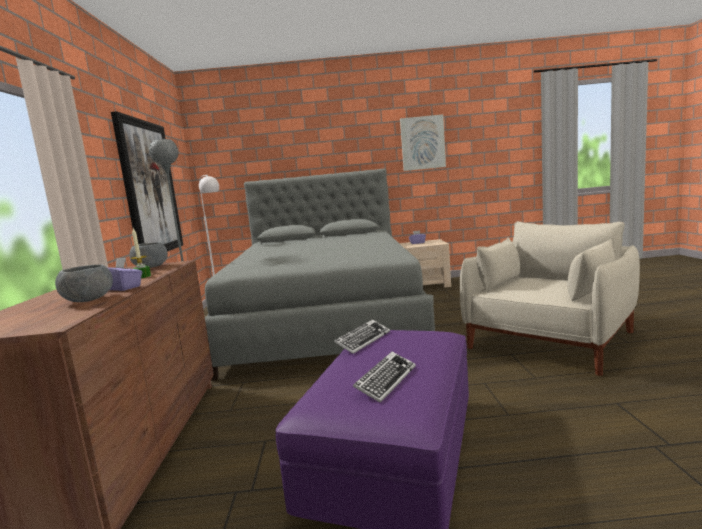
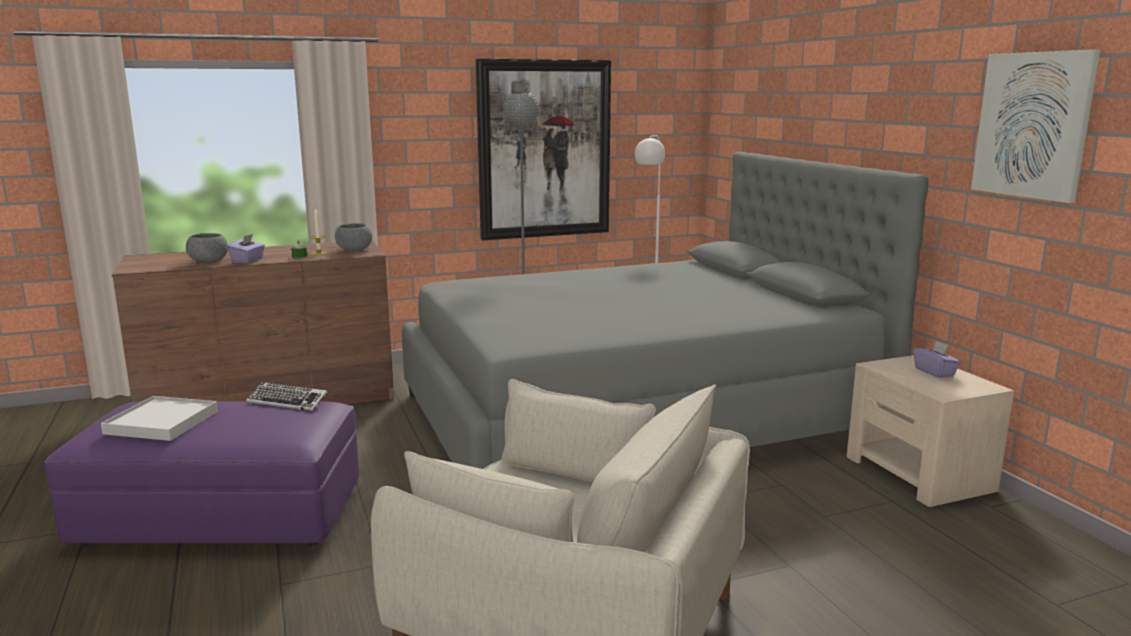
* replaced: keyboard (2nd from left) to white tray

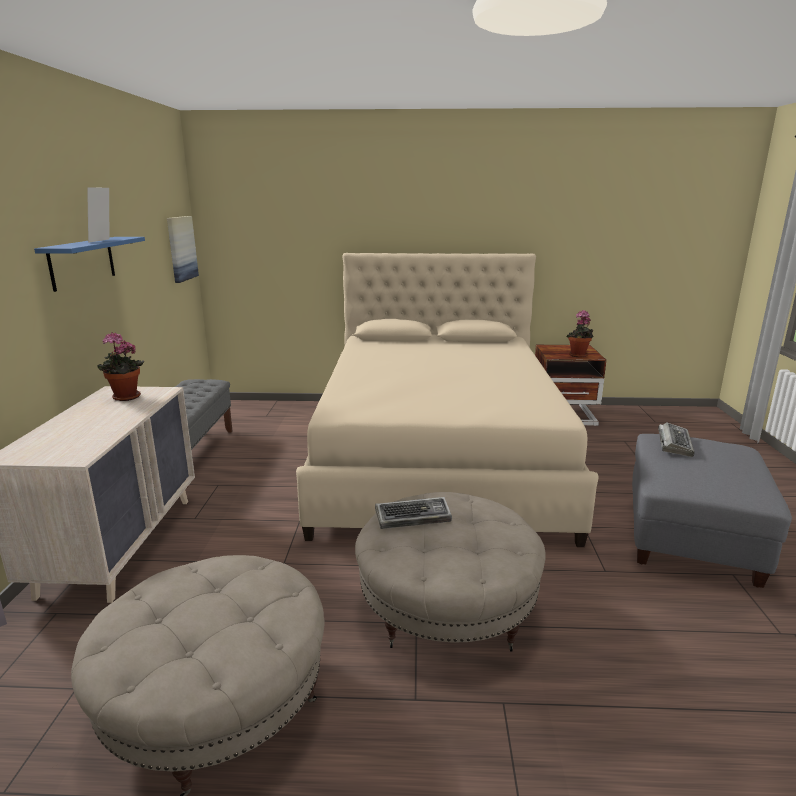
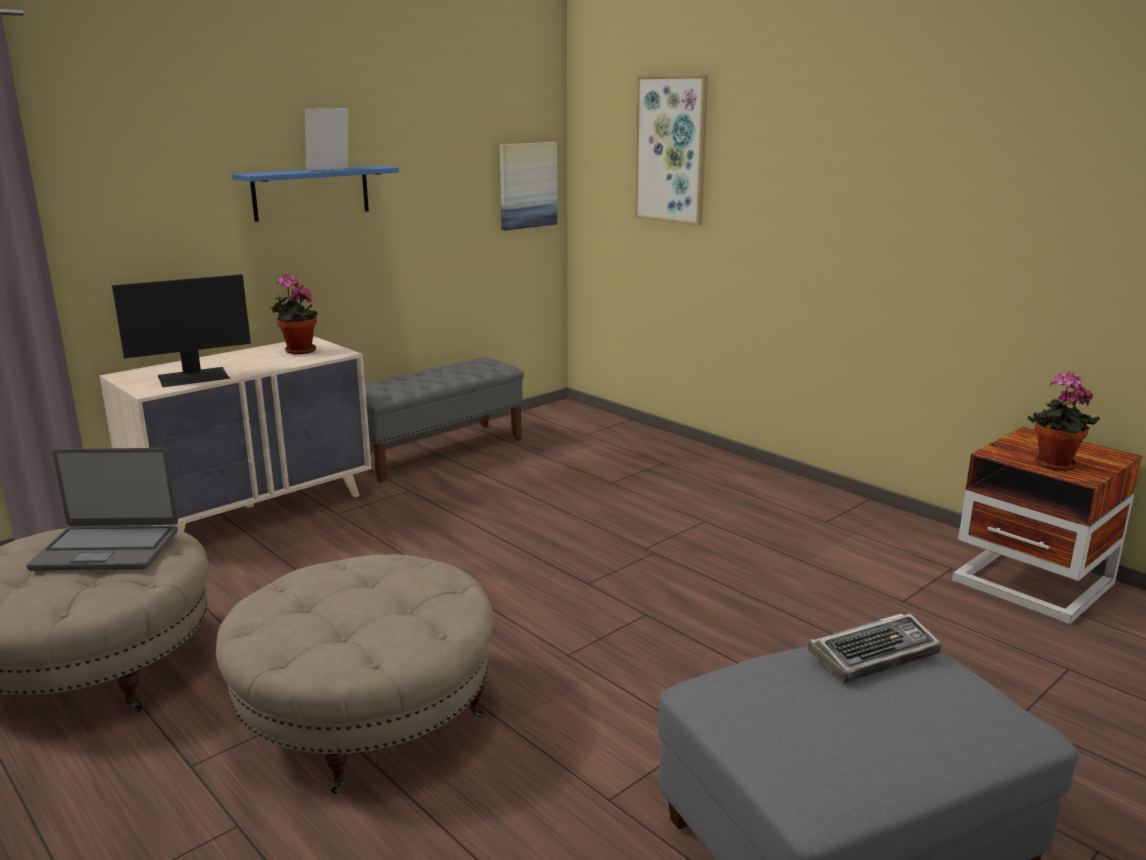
* removed: beige bed
* removed: keyboard (1st from left)
* added: laptop
* added: monitor
* added: picture (2nd from left)

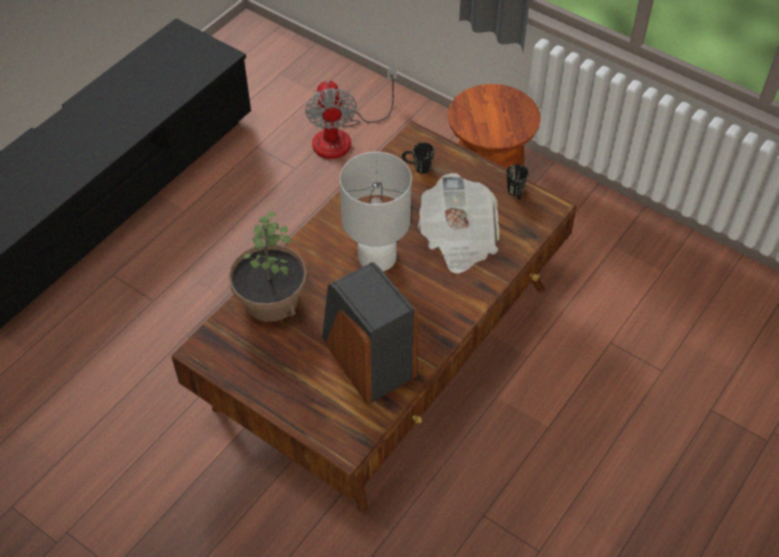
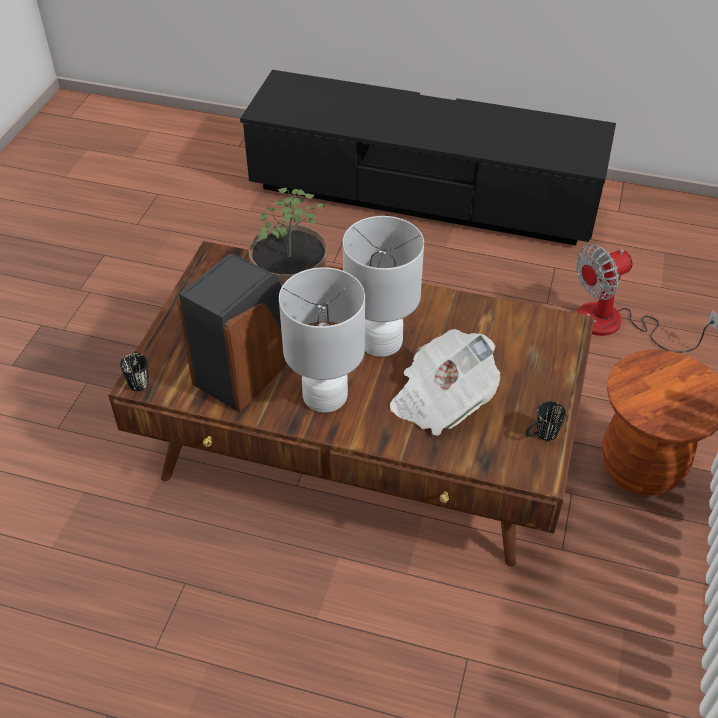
* moved: black mug (1st from left)
* added: grey table lamp (1st from left)

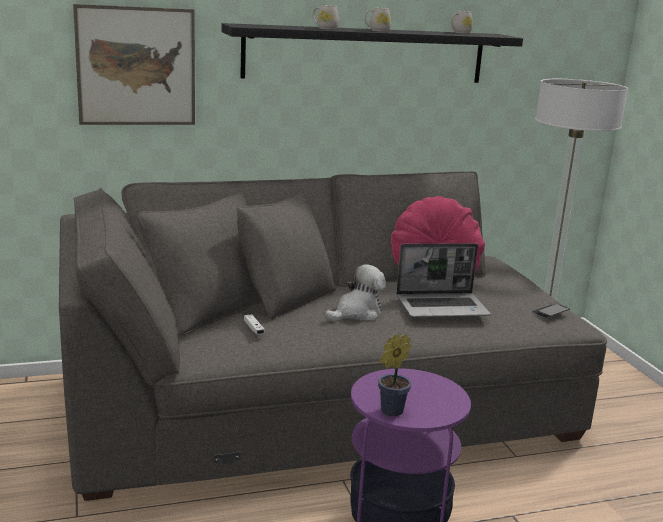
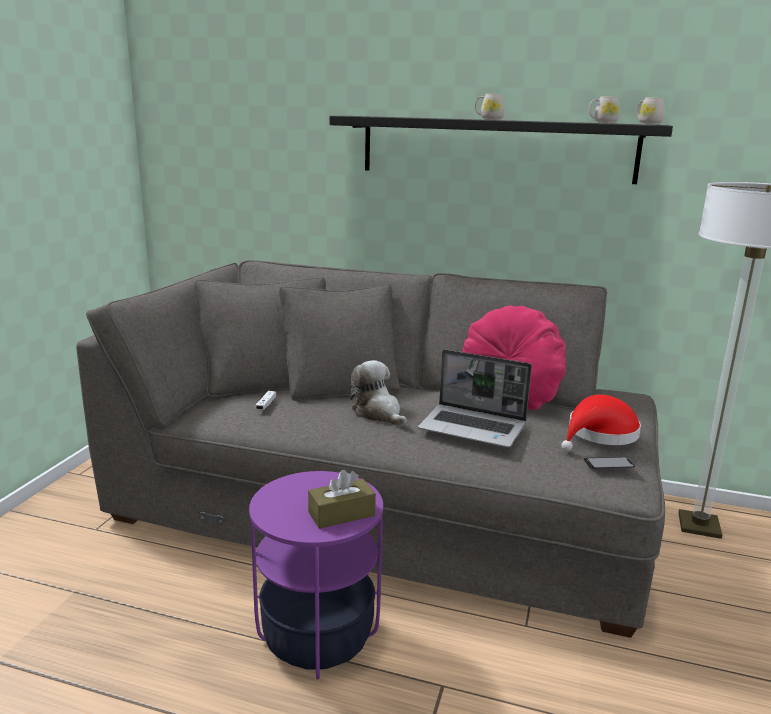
* removed: picture
* moved: white mug (1st from left in the first image) to white mug (3rd from left)
* turned: plush toy 120 degrees counterclockwise
* removed: potted plant
* added: brown tissue box
* added: red hat

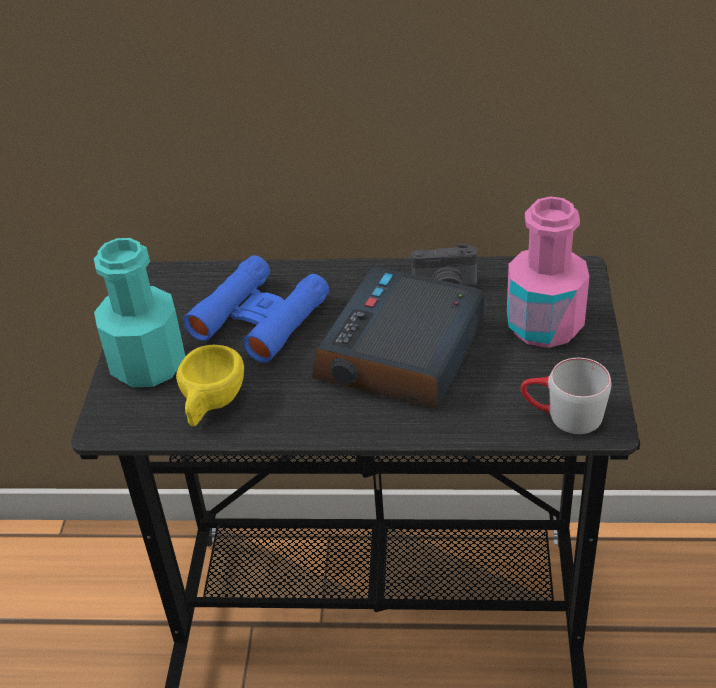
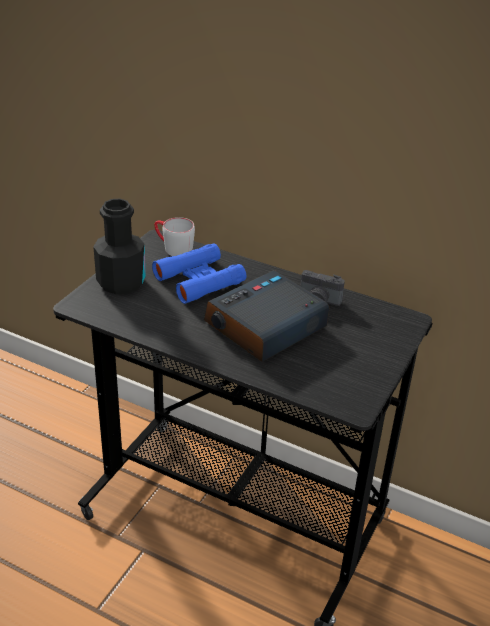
* recoloured: turquoise bottle to black bottle
* removed: yellow cup
* removed: pink bottle
* moved: grey mug

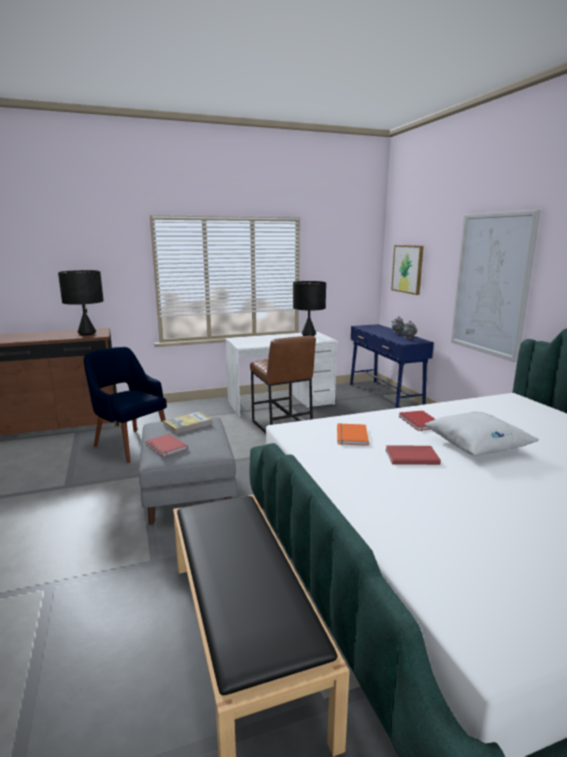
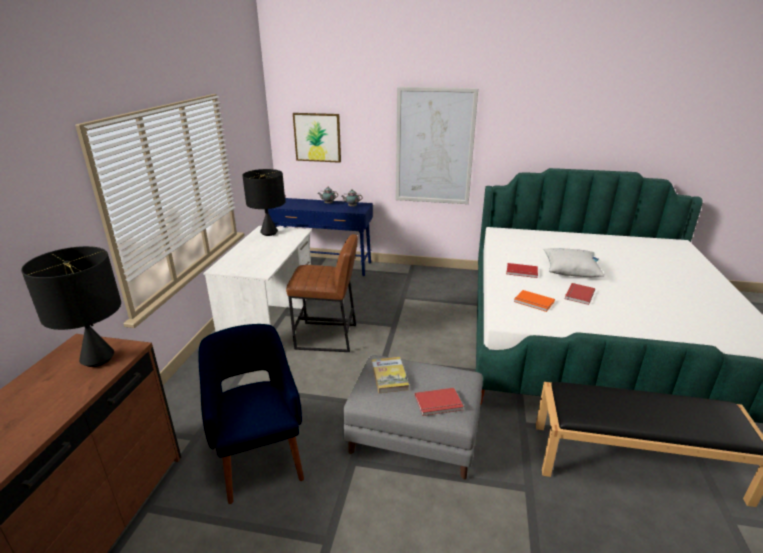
* turned: blue armchair 90 degrees clockwise

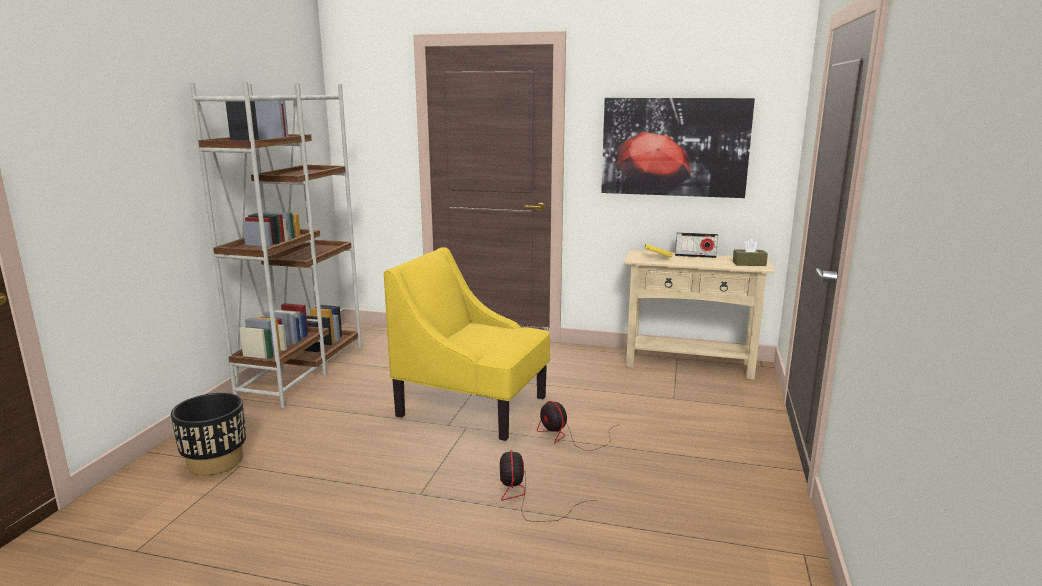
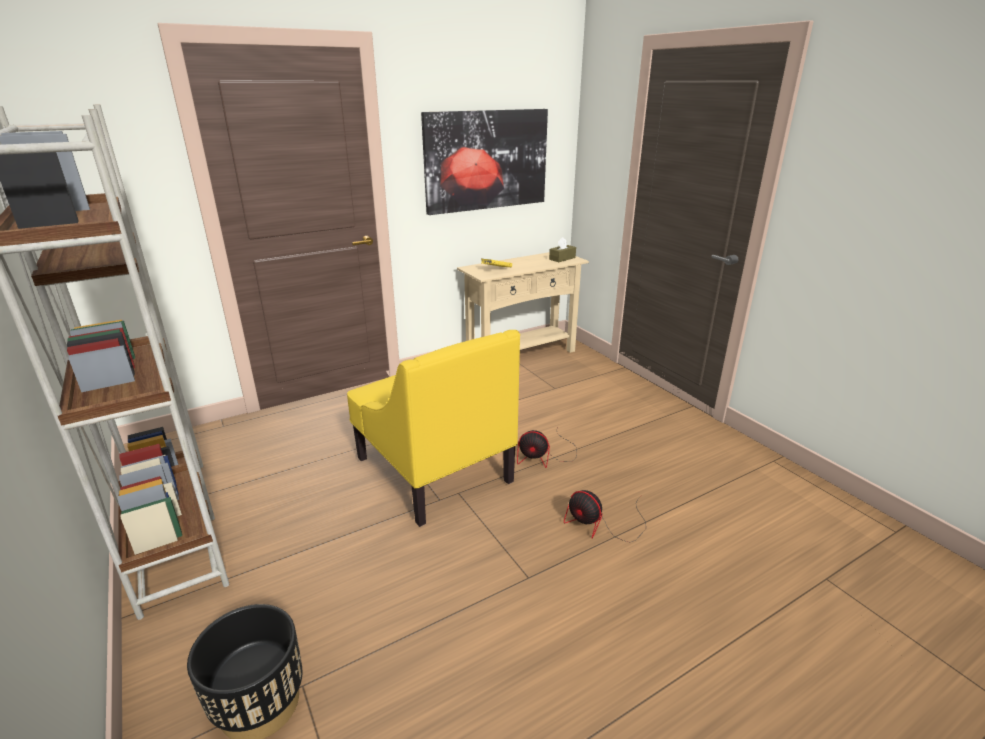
* turned: yellow armchair 105 degrees counterclockwise
* removed: radio

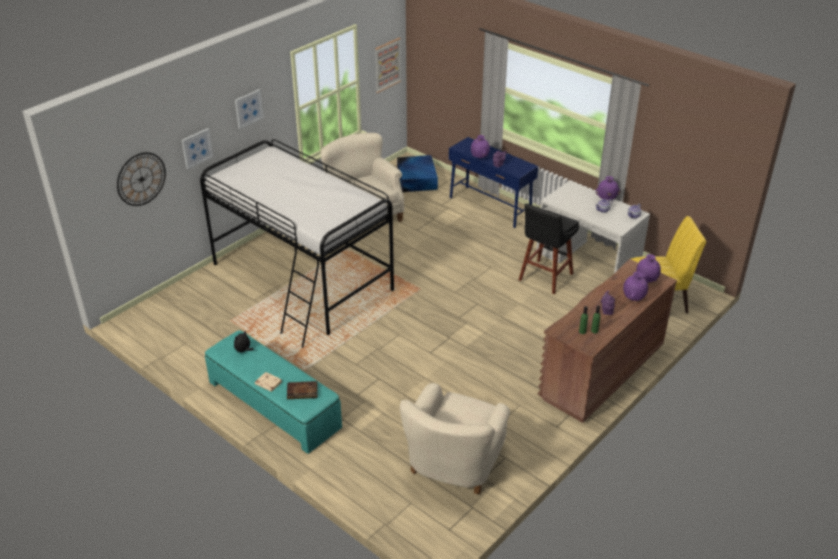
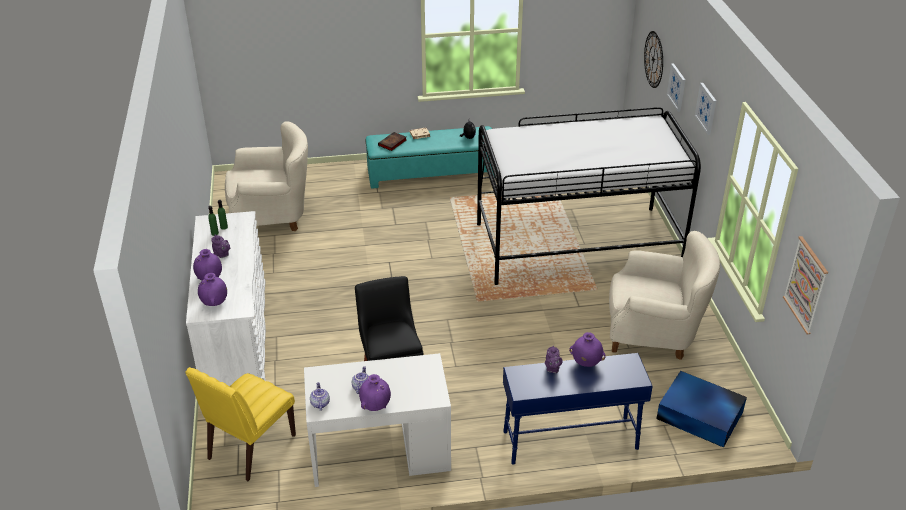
* turned: beige armchair (2nd from left in the first image) 105 degrees clockwise
* recoloured: brown dresser to white dresser

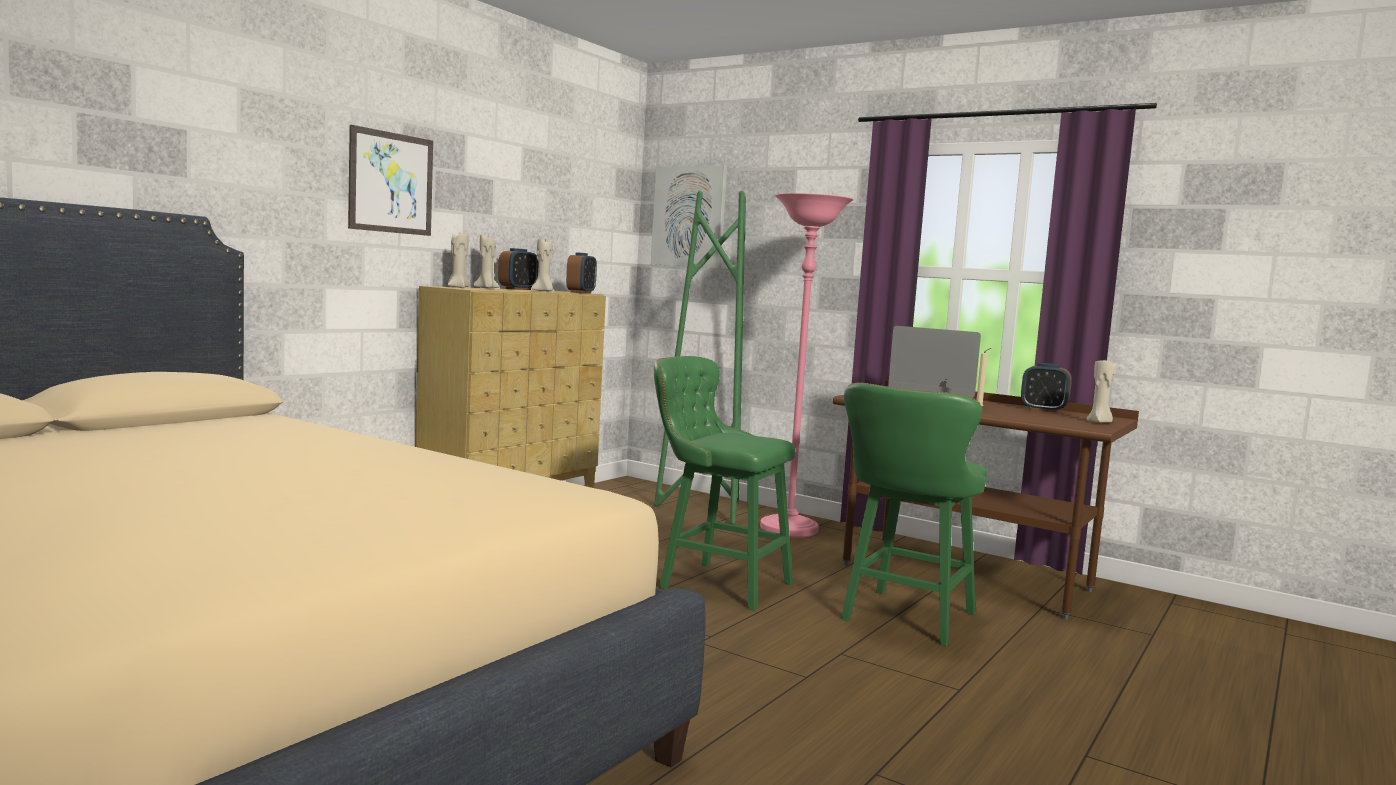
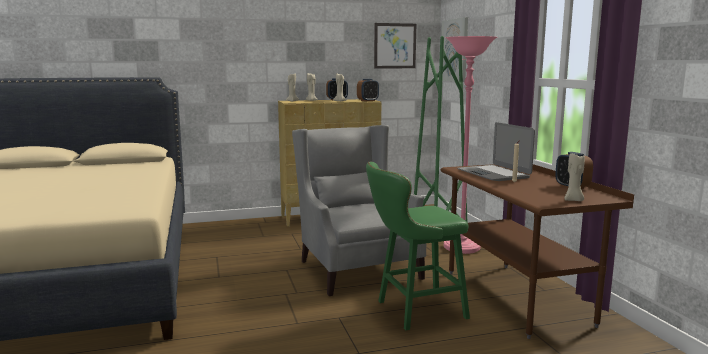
* moved: picture (1st from left)
* replaced: green stool (1st from left) to grey armchair

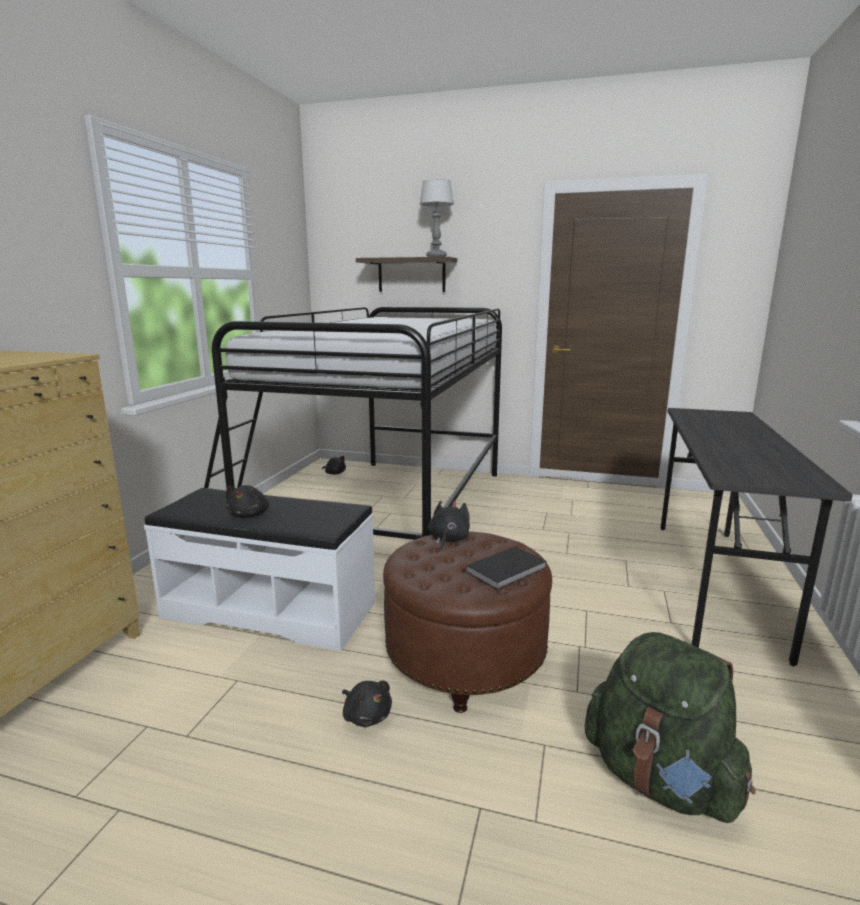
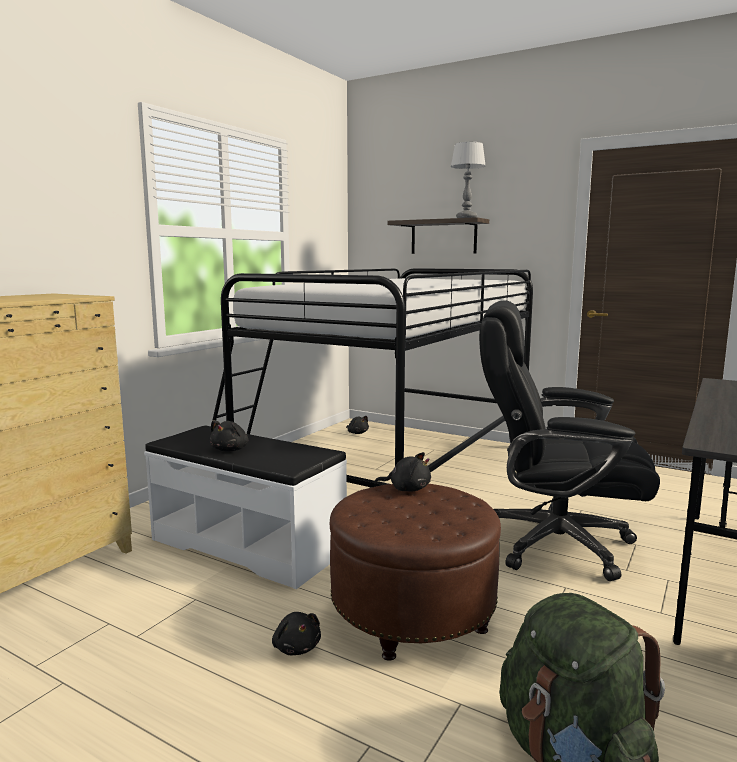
* turned: black plush toy (4th from left) 75 degrees clockwise
* removed: black book
* added: black office chair

